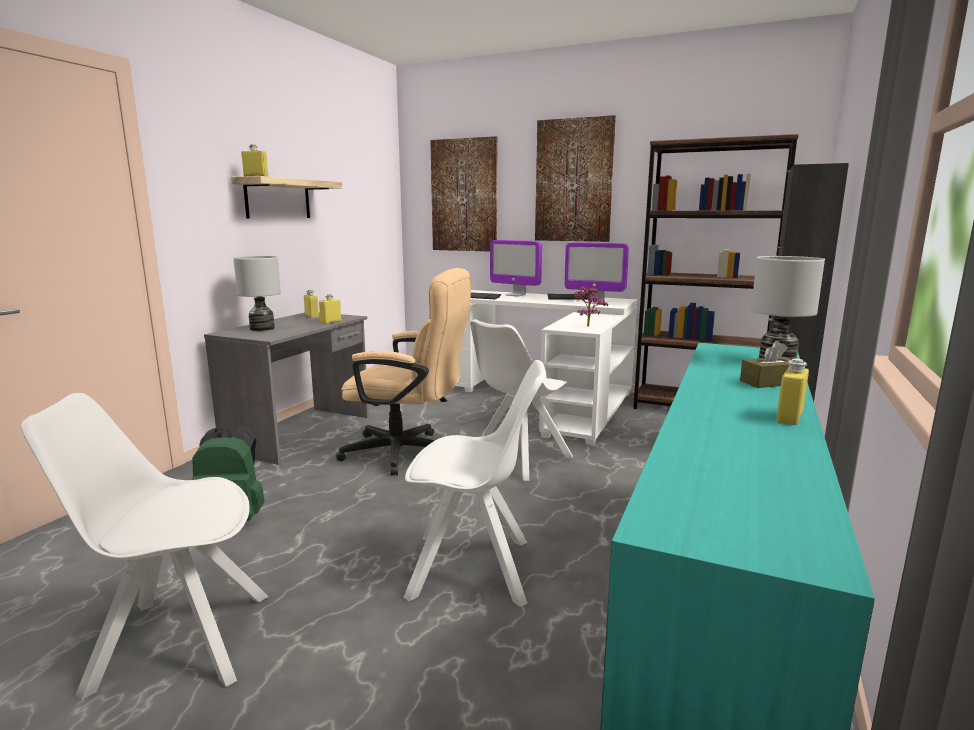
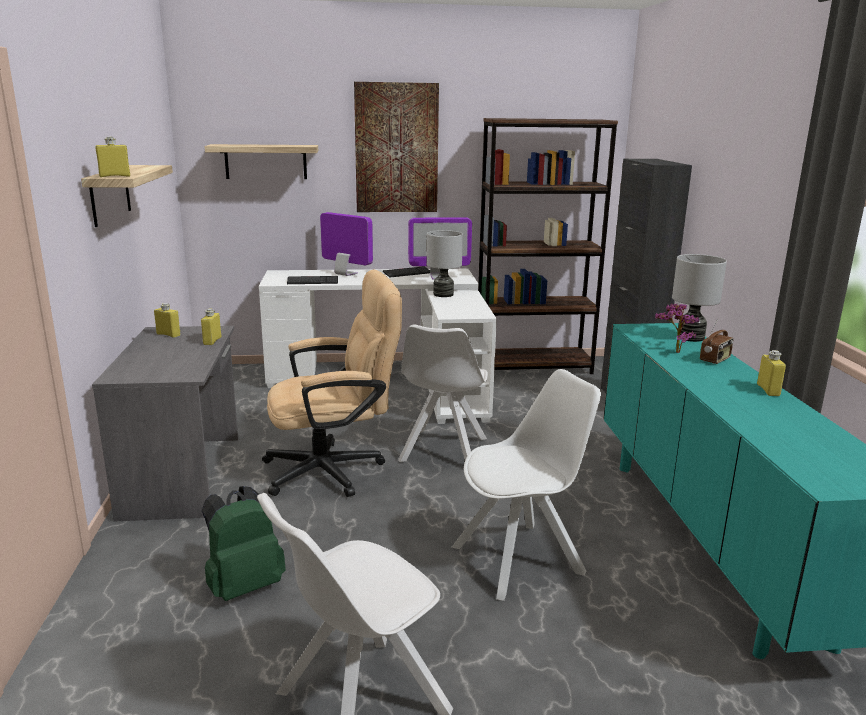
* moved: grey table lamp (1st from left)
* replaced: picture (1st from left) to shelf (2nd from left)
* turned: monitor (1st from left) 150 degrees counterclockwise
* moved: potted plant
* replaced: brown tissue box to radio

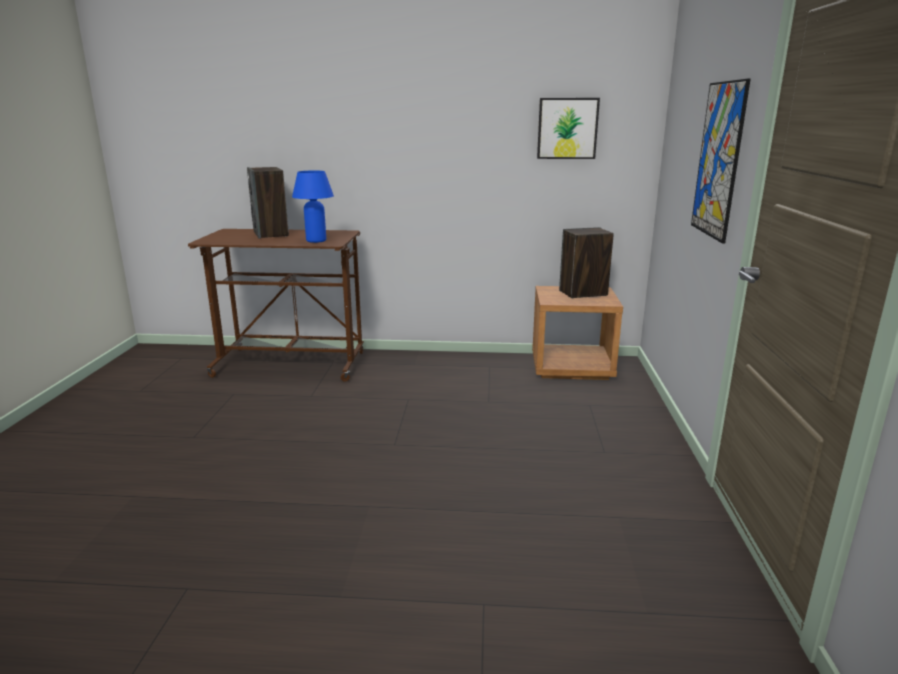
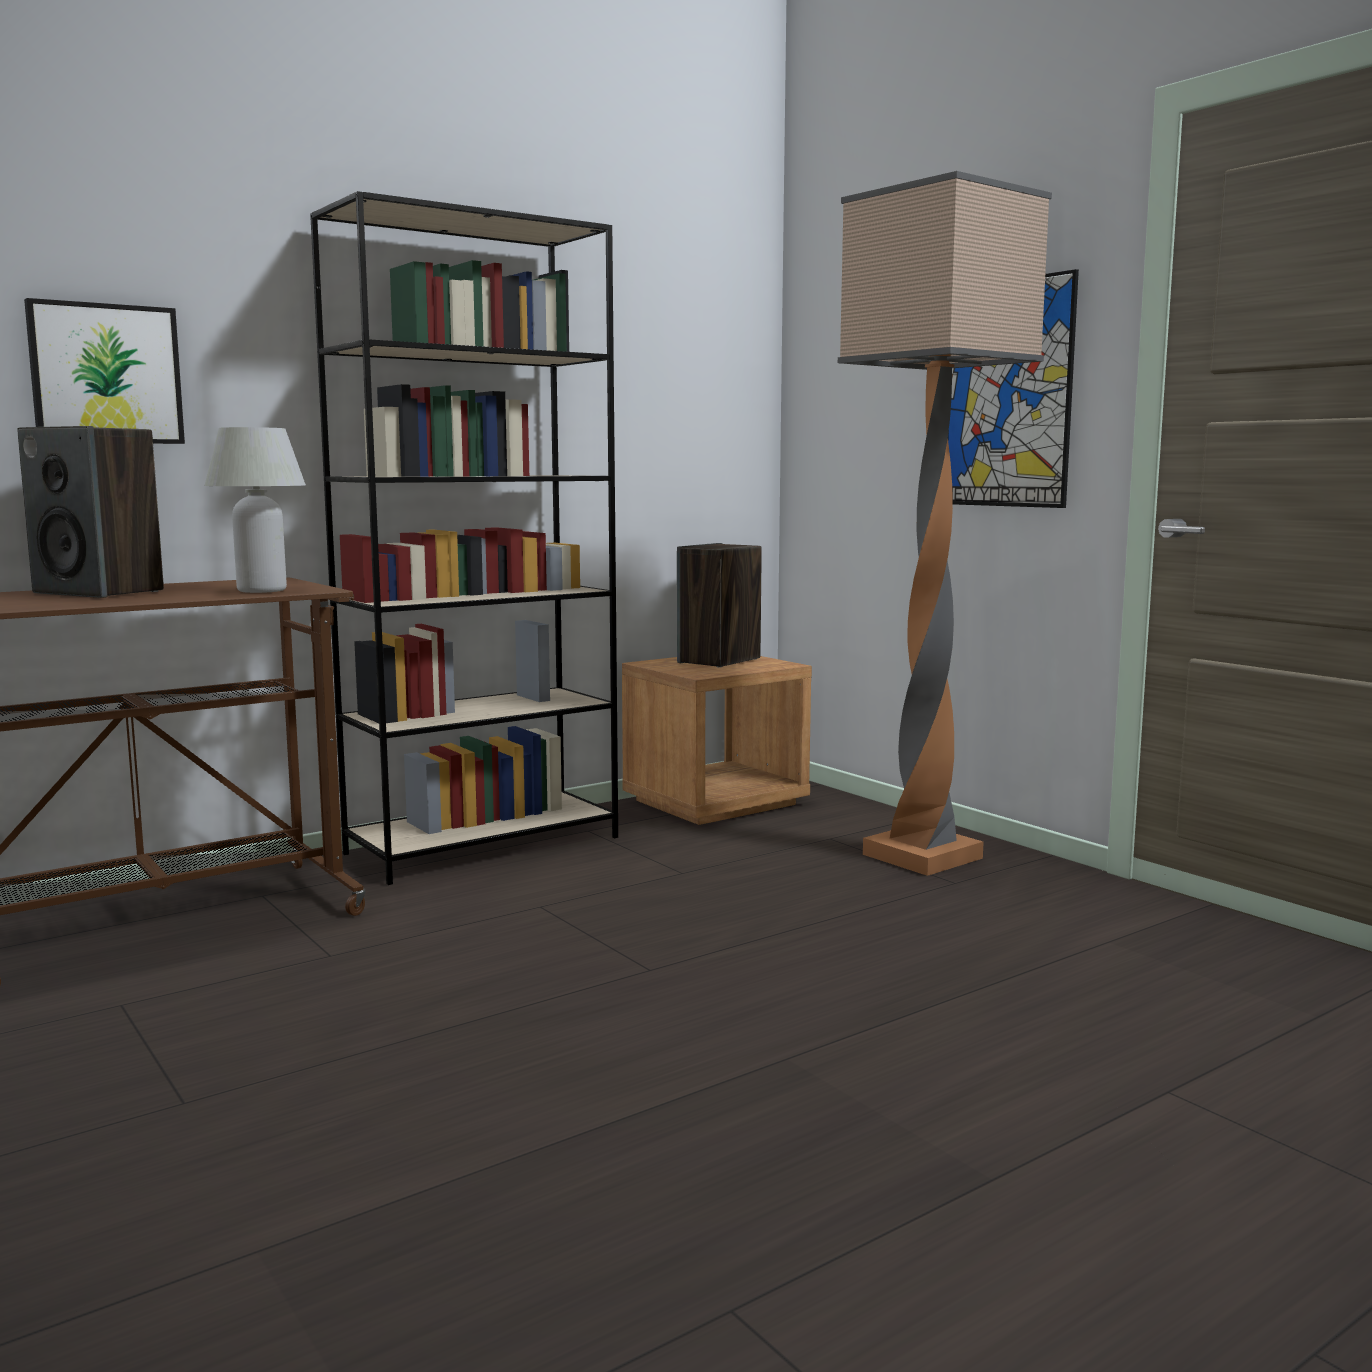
* recoloured: blue table lamp to white table lamp
* moved: picture (1st from left)
* added: beige bookcase
* added: floor lamp

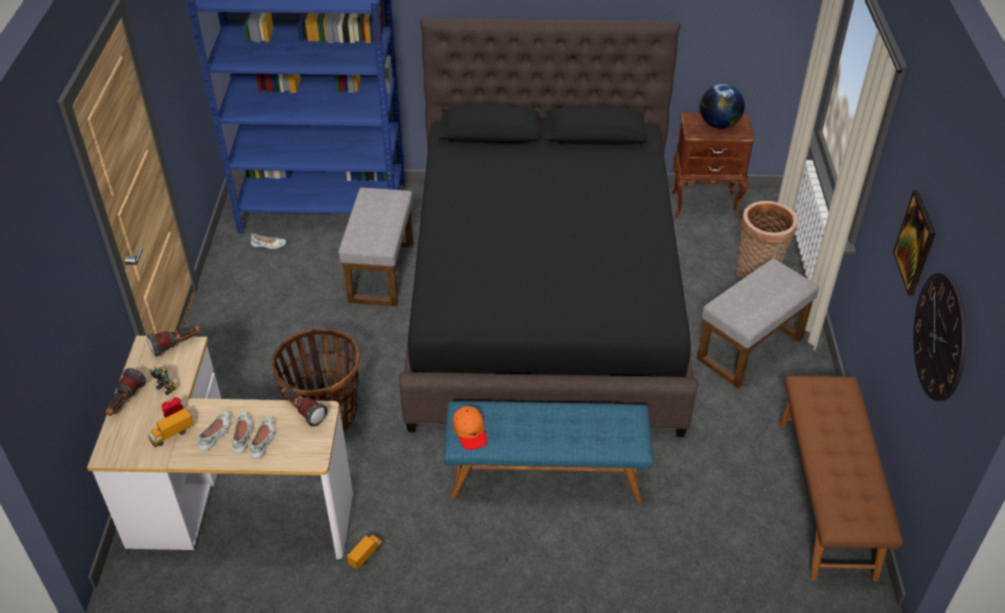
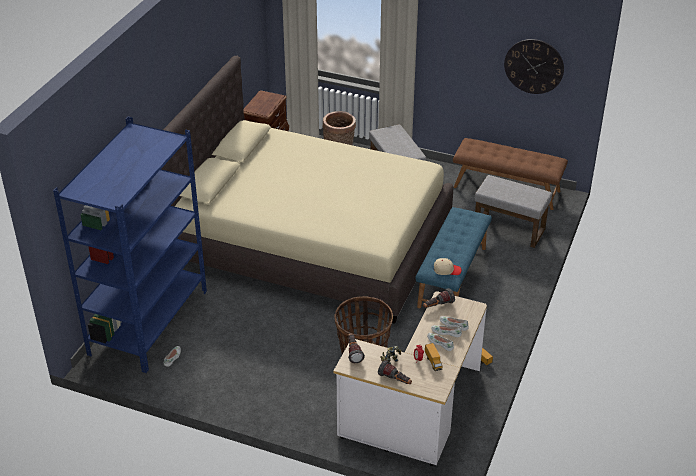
* moved: grey ottoman (1st from left in the first image) to grey ottoman (2nd from left)
* recoloured: black bed to beige bed
* recoloured: orange cap to beige cap
* removed: globe
* removed: picture

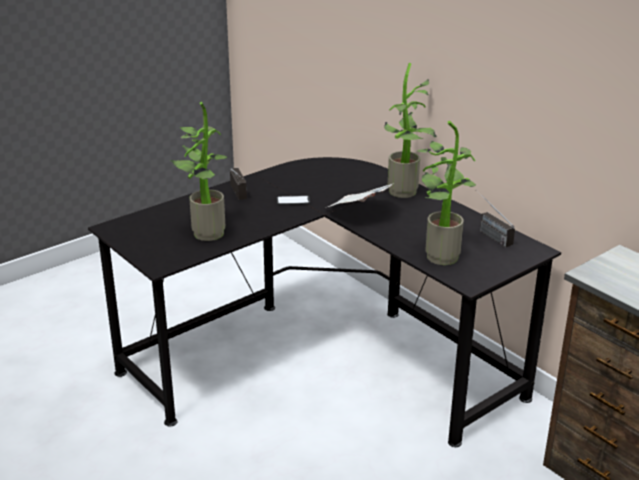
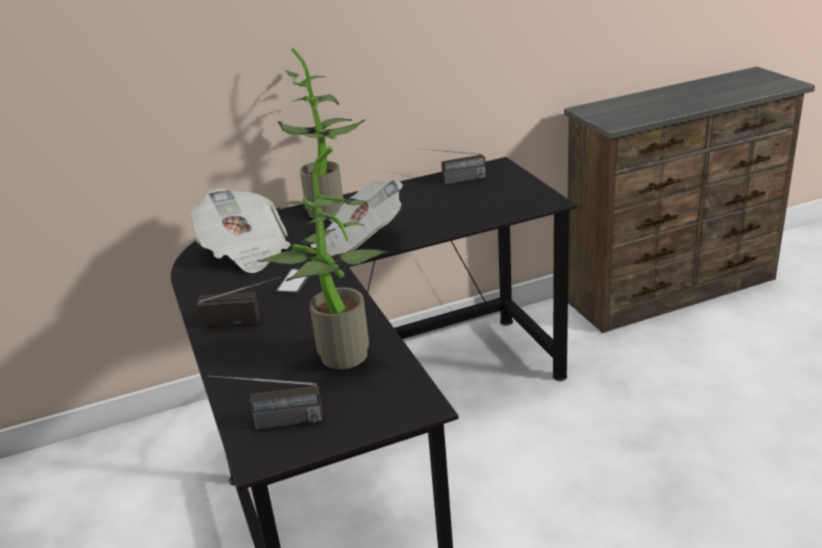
* removed: potted plant (3rd from left)
* added: newspaper (1st from left)
* added: radio (2nd from left)

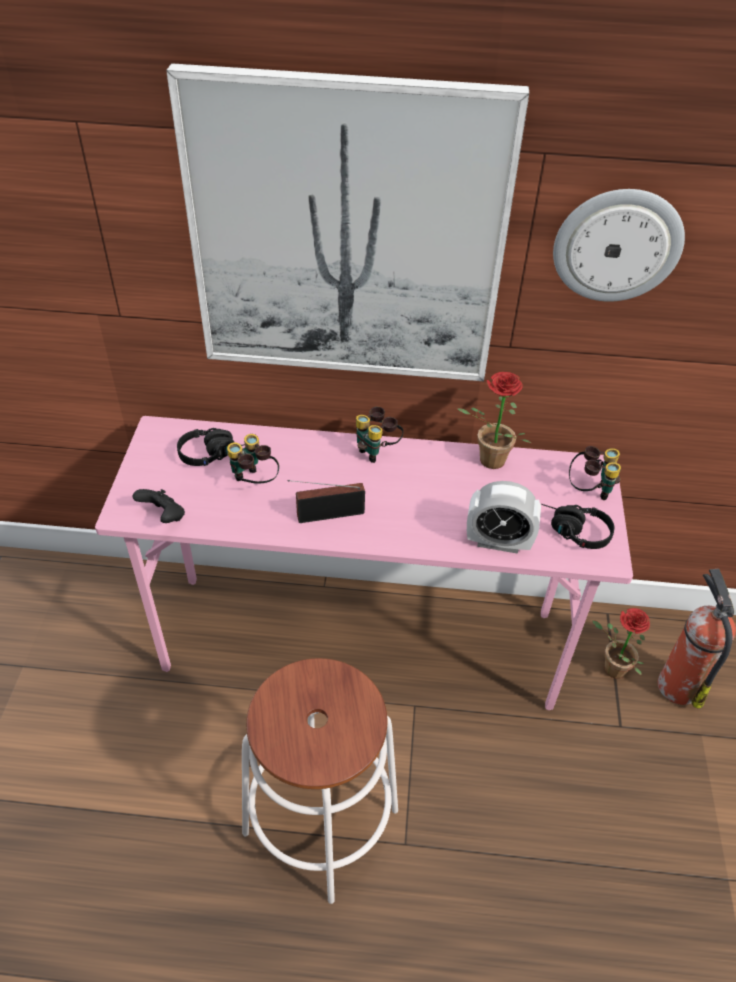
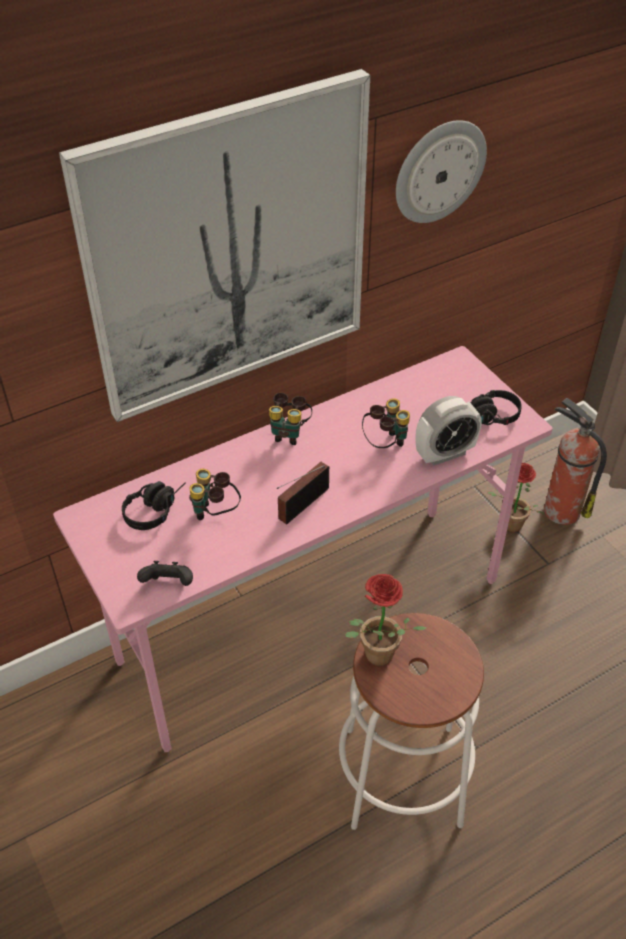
* moved: potted plant (1st from left)
* moved: binoculars (3rd from left)

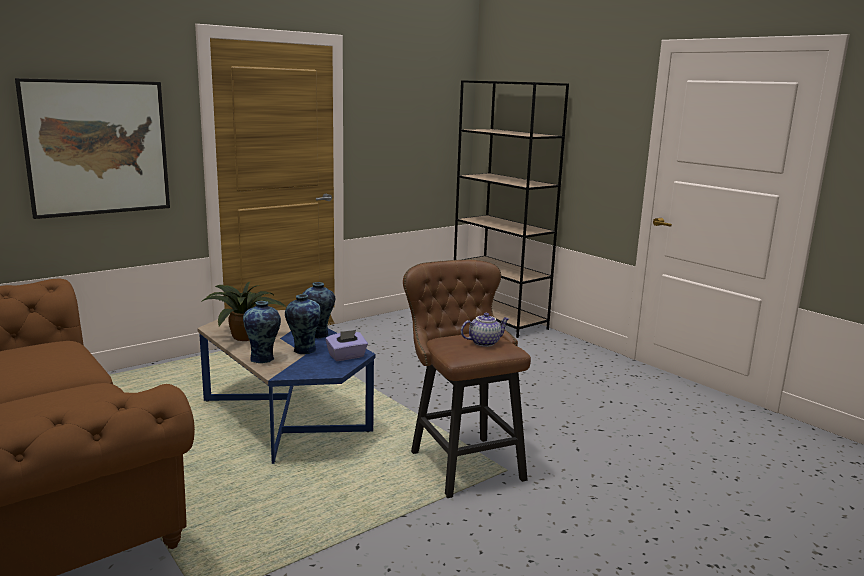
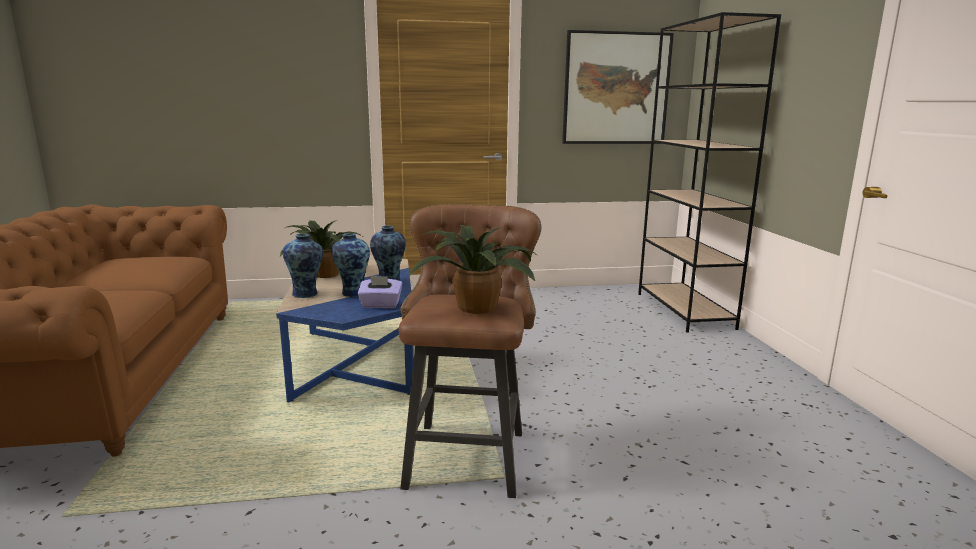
* moved: picture
* replaced: teapot to potted plant (2nd from left)

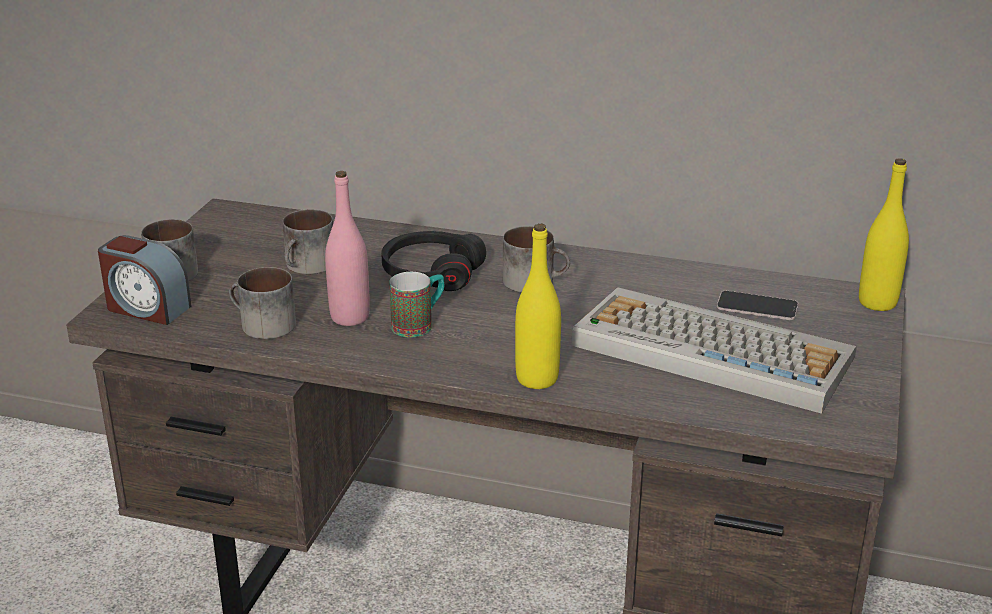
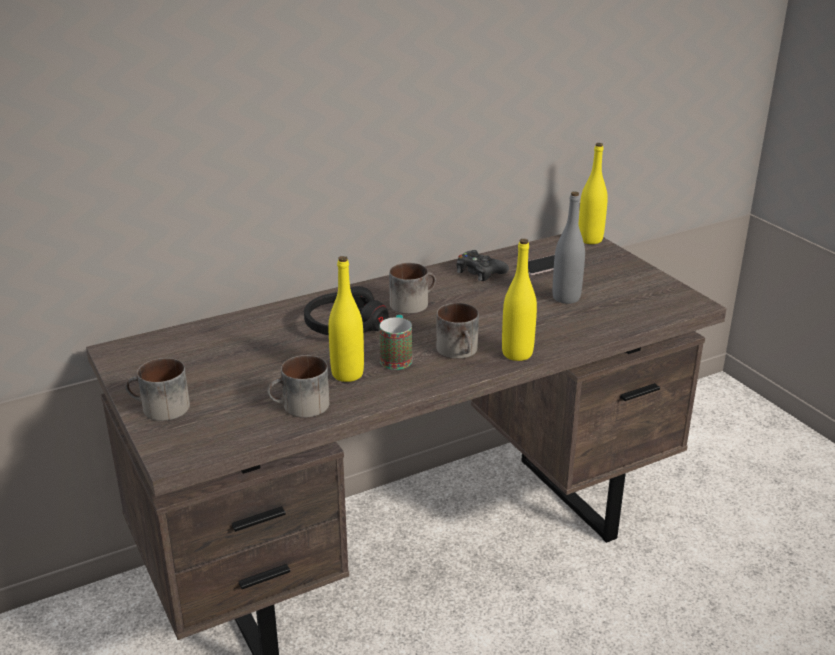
* removed: alarm clock
* moved: mug (3rd from left in the first image) to mug (5th from left)
* recoloured: pink bottle to yellow bottle (1st from left)
* replaced: keyboard to grey bottle
* added: black game controller

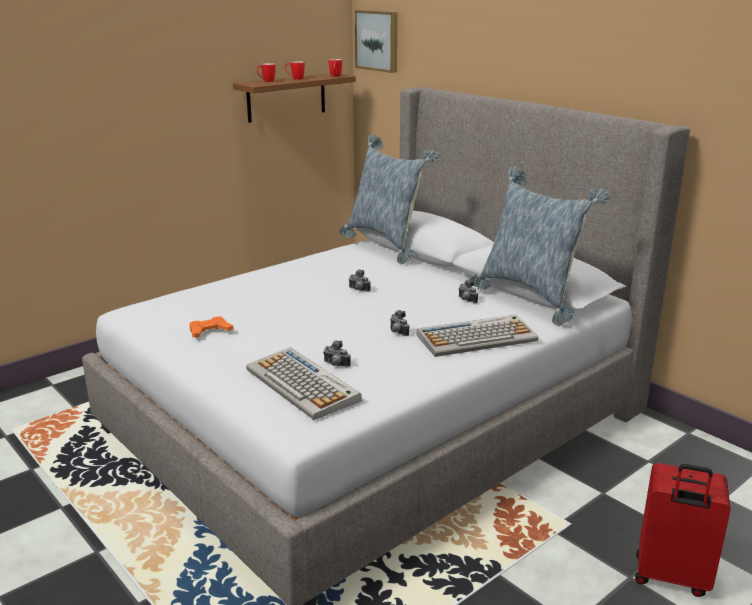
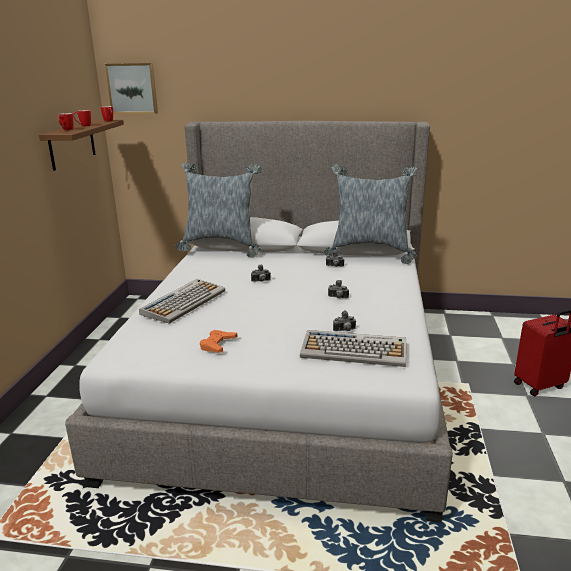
* moved: keyboard (2nd from left in the first image) to keyboard (1st from left)

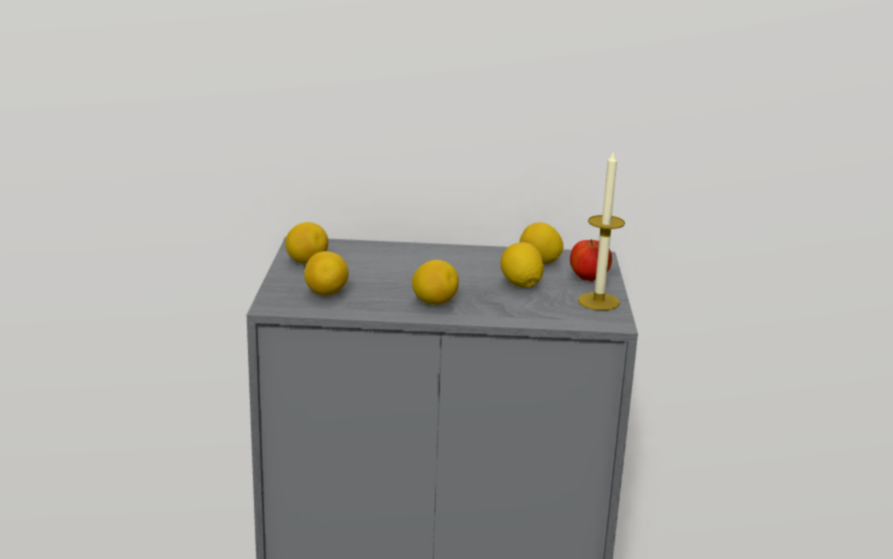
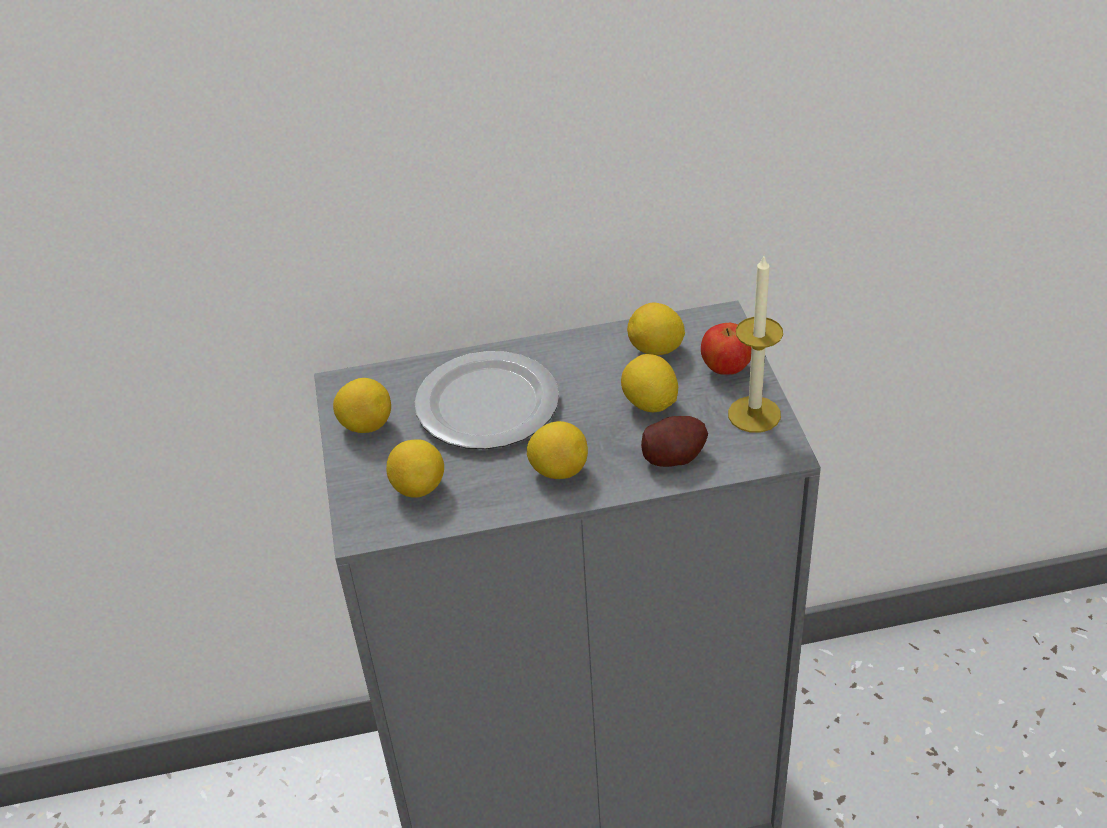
* added: plate
* added: potato

